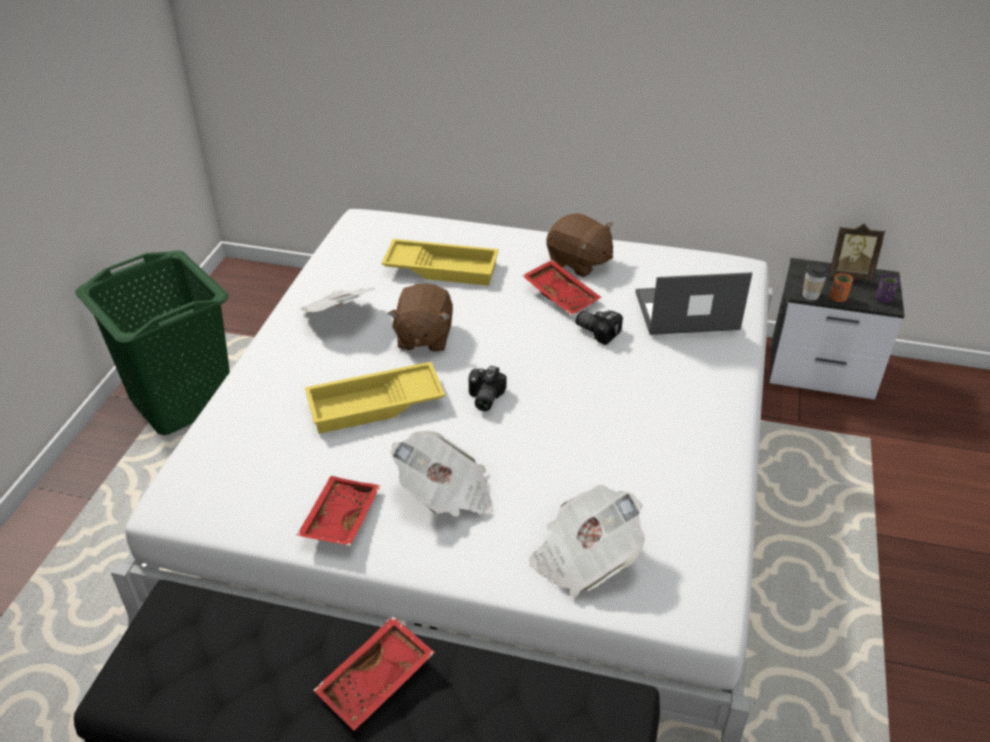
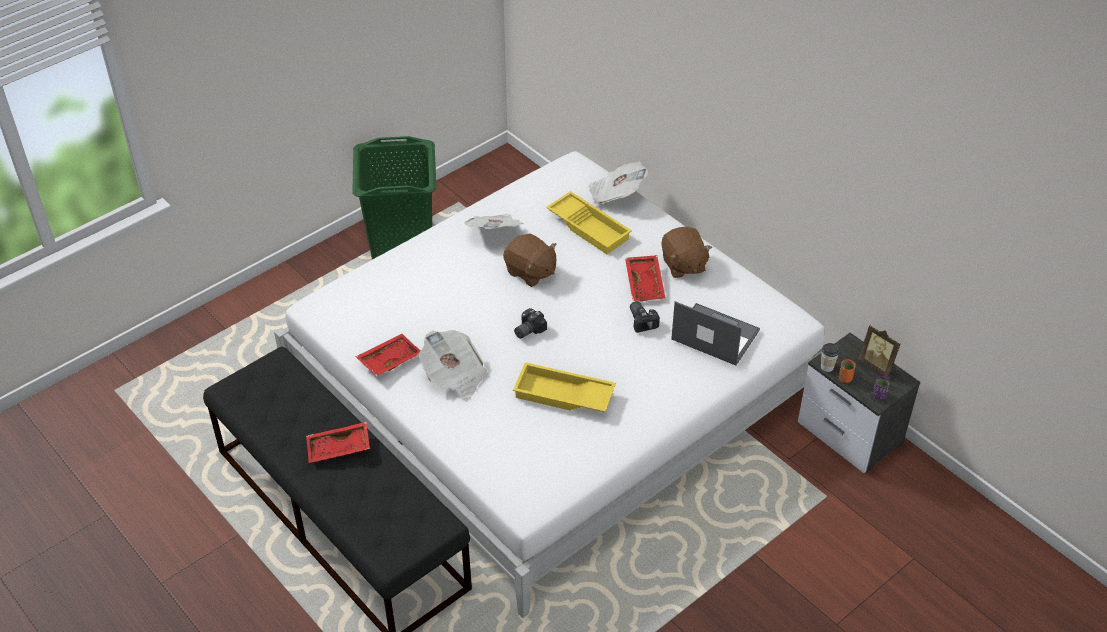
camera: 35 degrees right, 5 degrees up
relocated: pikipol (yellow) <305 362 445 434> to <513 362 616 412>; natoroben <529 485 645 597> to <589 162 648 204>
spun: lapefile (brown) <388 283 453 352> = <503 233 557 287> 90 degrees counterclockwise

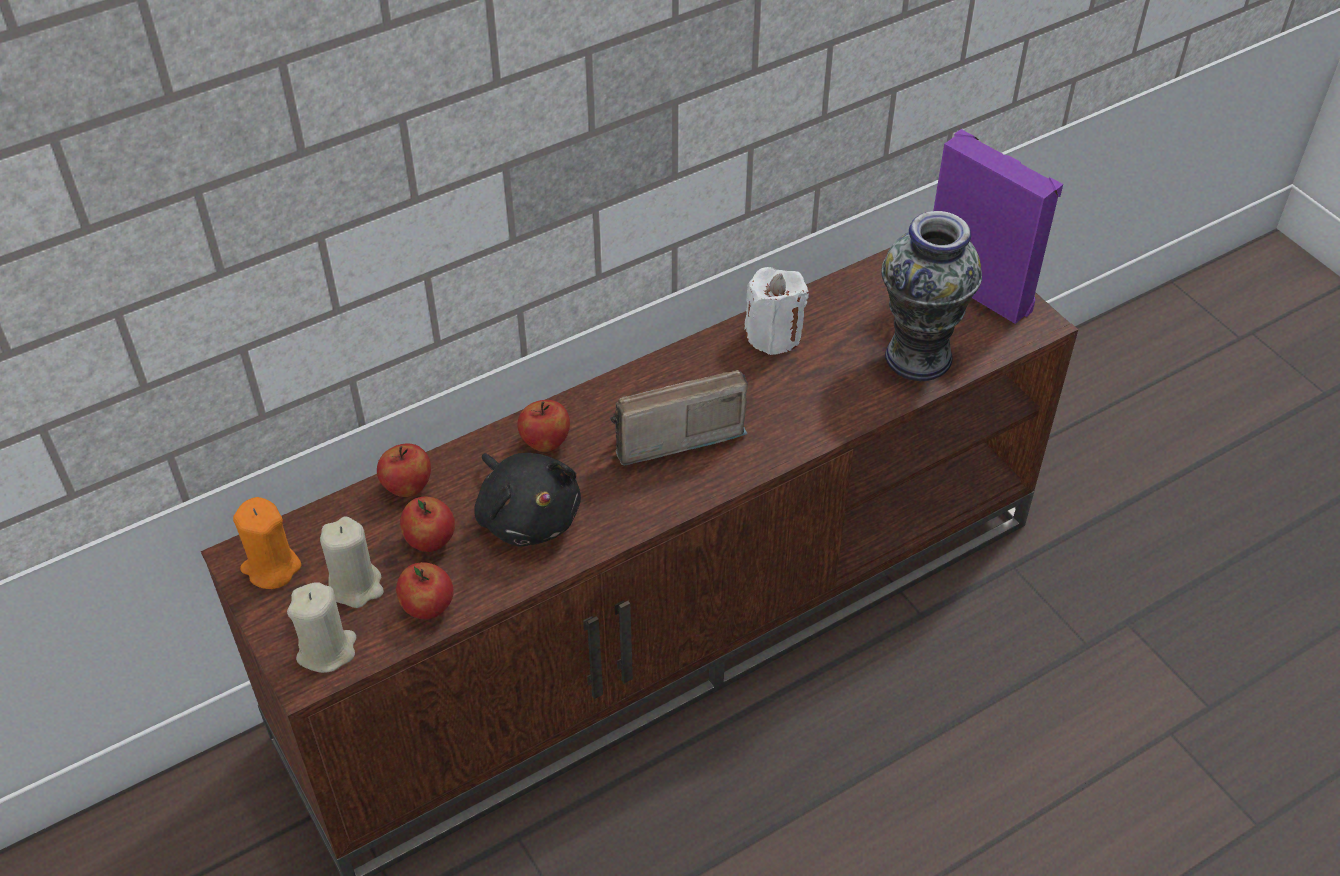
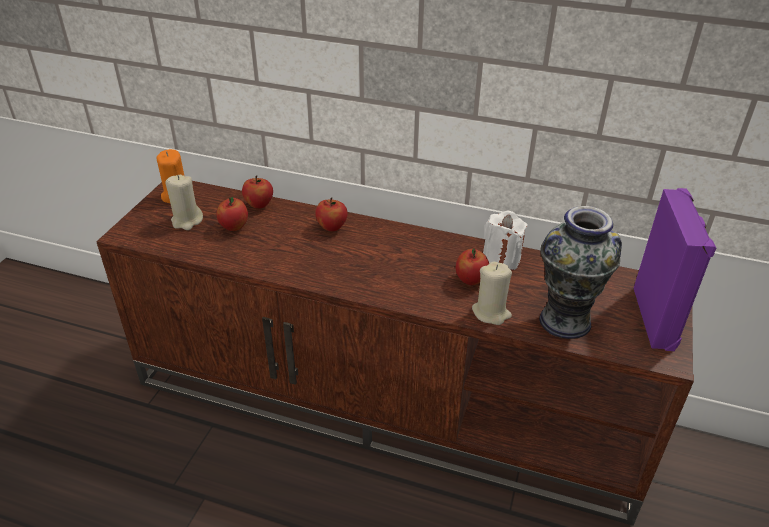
camera: 50 degrees right, 10 degrees down
missing: lapefile (black) <475 453 581 547>; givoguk <610 370 748 465>
relocated: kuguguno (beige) <287 582 356 673> to <472 262 512 325>; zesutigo <396 562 454 620> to <456 249 489 285>

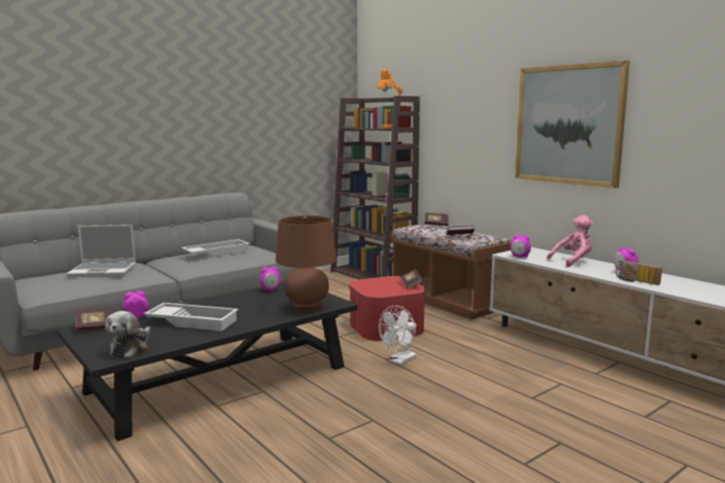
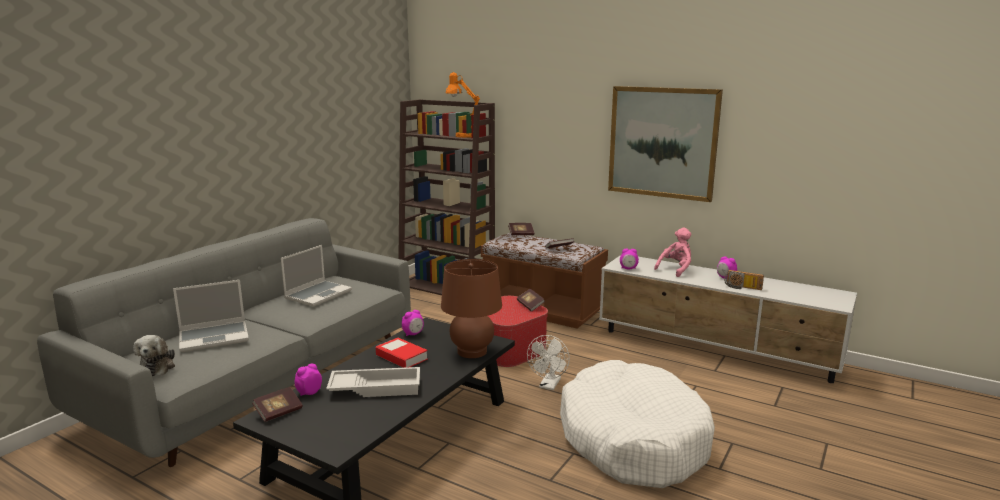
camera: 20 degrees left, 5 degrees up
appeared: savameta <376 338 428 368>; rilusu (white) <560 360 715 488>
relocated: lapefile <105 311 151 358> to <133 335 175 376>
exchanged: pikipol (white) <181 239 250 257> to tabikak <281 245 352 306>

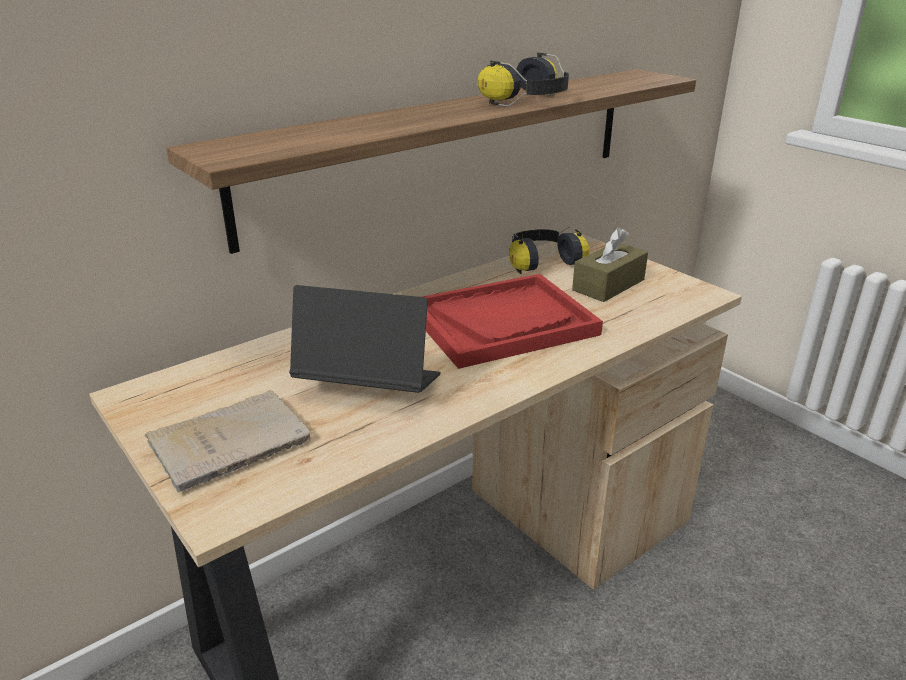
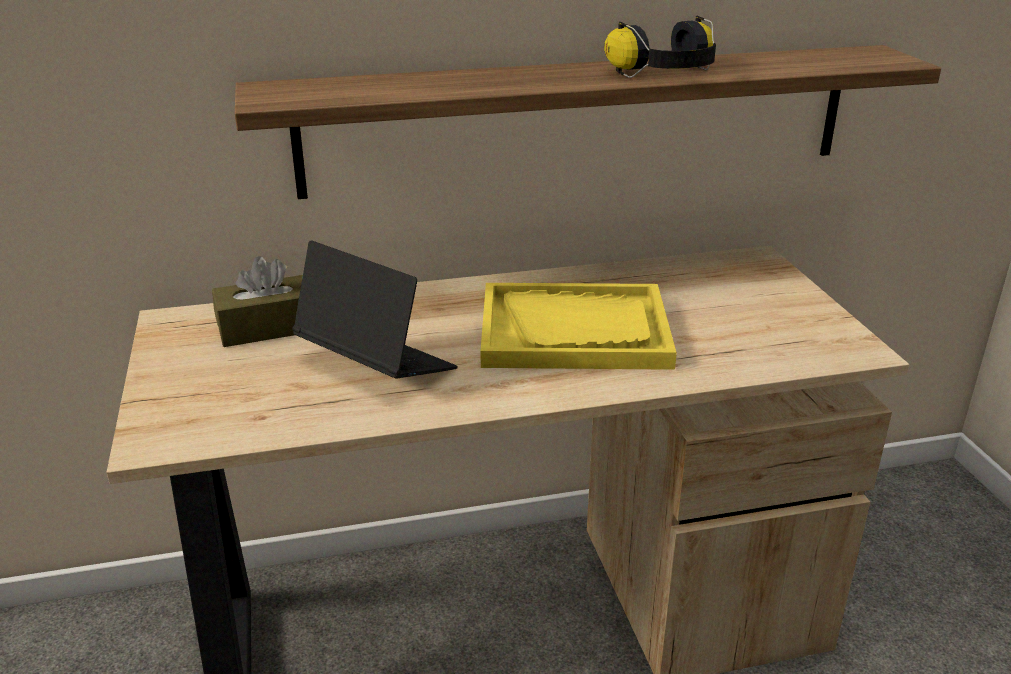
camera: 25 degrees right, 0 degrees up
missing: savameta (beige) <145 390 311 493>; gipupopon <509 226 590 274>
relocated: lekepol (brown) <572 228 648 302> to <212 256 303 347>
colour: pikipol (red) <422 274 603 369> to pikipol (yellow) <480 283 677 370>

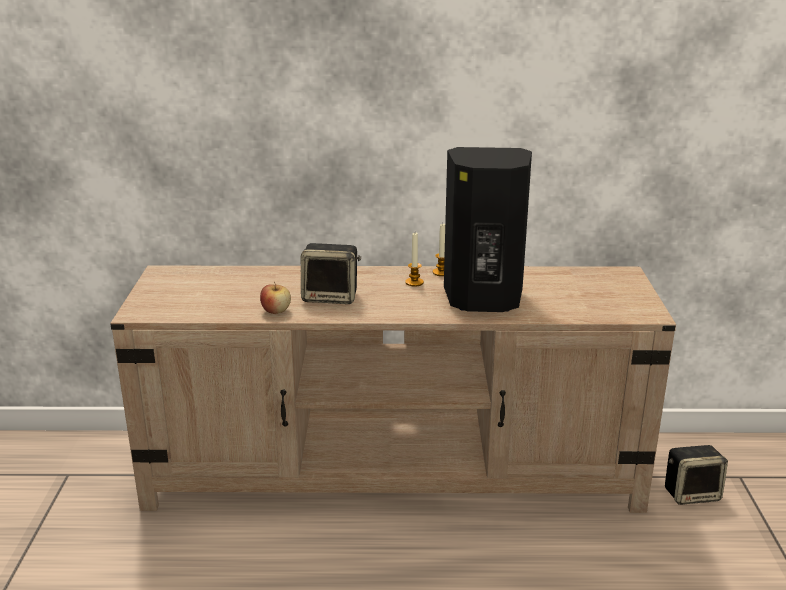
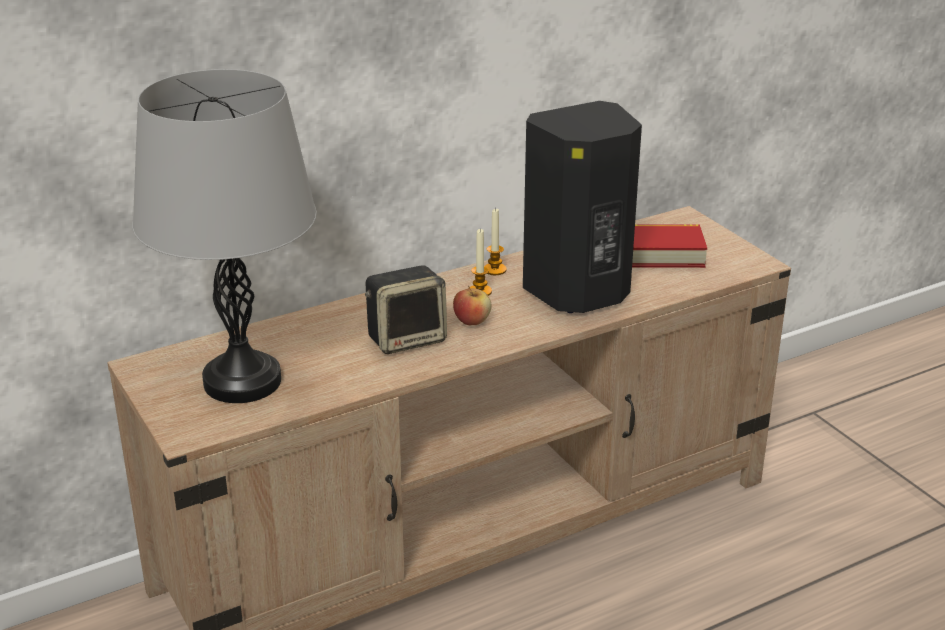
camera: 30 degrees left, 5 degrees up
missing: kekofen <665 445 728 505>
appeared: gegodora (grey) <133 69 317 403>; savameta <632 224 707 268>
relocated: zesutigo <260 282 291 314> to <453 286 492 325>

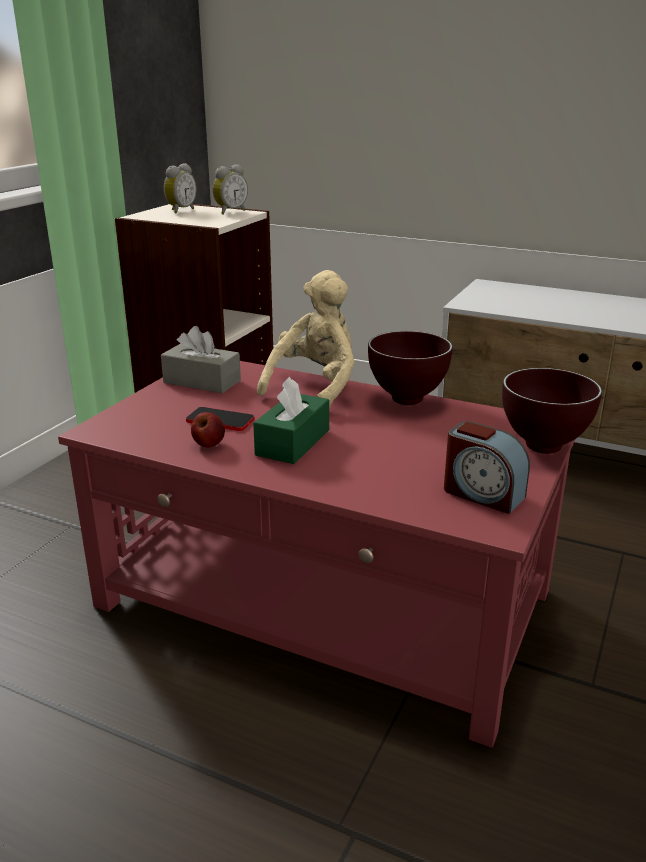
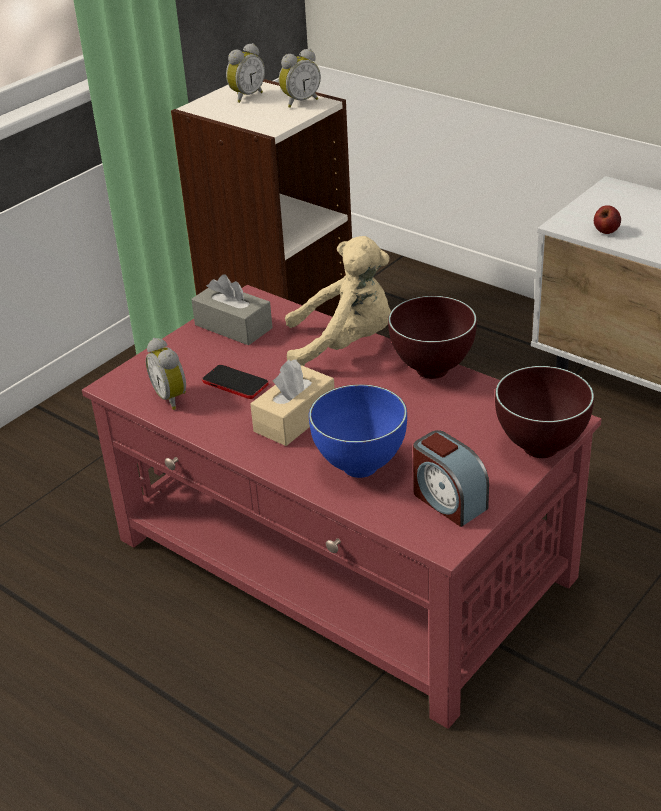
camera: 15 degrees right, 10 degrees up
appeared: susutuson <146 338 186 410>; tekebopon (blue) <309 384 407 478>
relocated: zesutigo <191 412 225 447> to <594 205 621 234>
colour: lekepol (green) <253 376 329 464> to lekepol (beige) <250 360 335 446>
spun: lapefile (beige) <257 270 355 408> = <285 236 391 366> 45 degrees clockwise

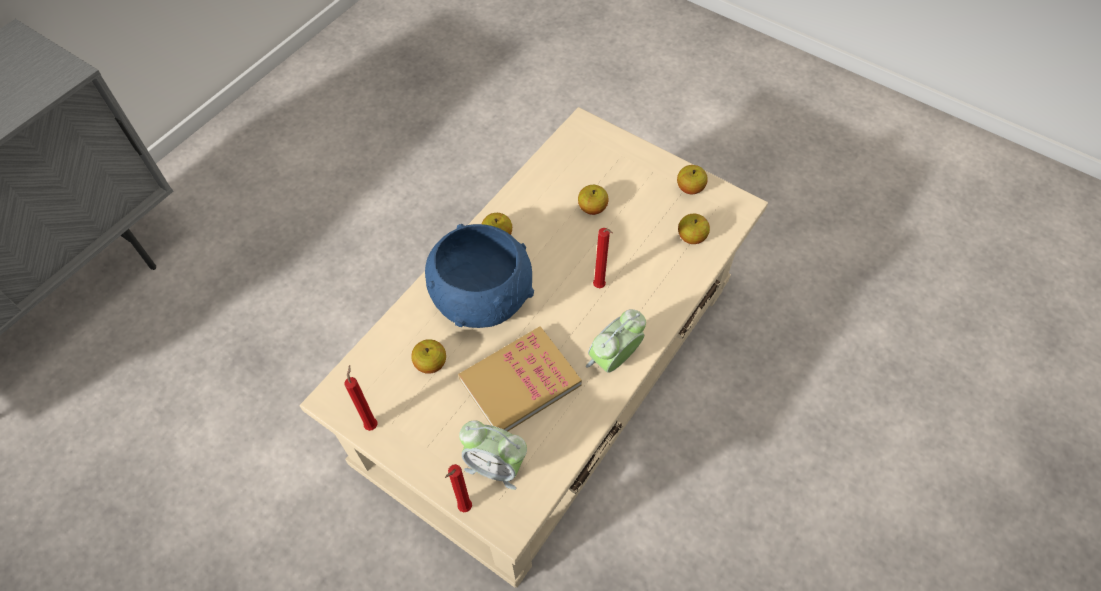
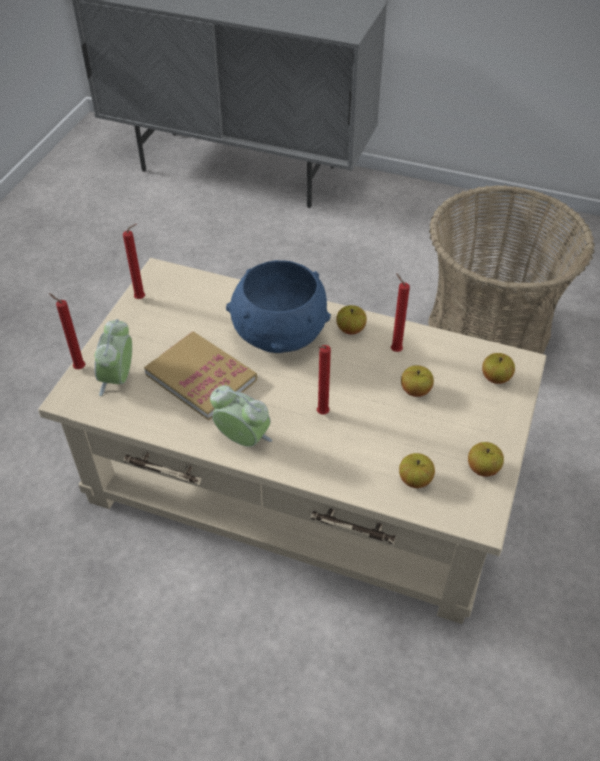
camera: 75 degrees right, 10 degrees down
appeared: kuguguno (red) <391 273 410 352>; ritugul <428 185 595 354>
relocated: zesutigo <411 339 446 374> to <482 353 515 384>

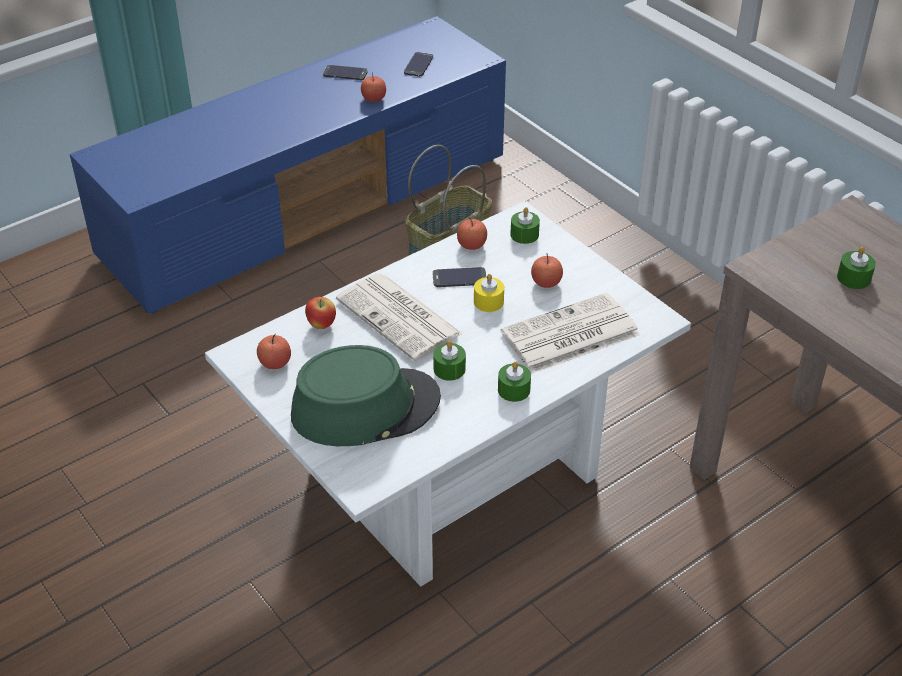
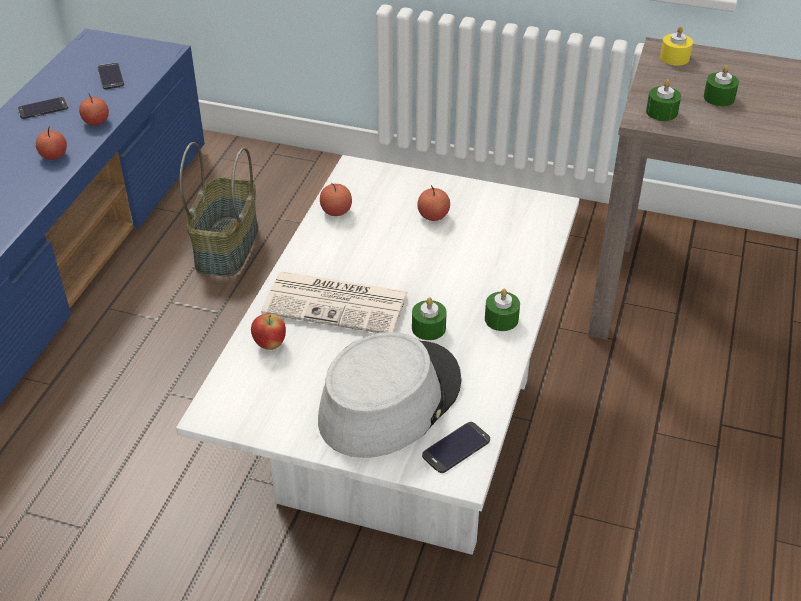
camera: 35 degrees left, 0 degrees up
missing: natoroben <501 293 640 373>
relocated: zesutigo <257 334 291 369> to <36 127 67 160>; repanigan <433 267 487 287> to <422 422 490 473>; kuguguno (yellow) <474 274 504 312> to <660 26 693 66>; kuguguno (green) <511 207 540 244> to <646 79 681 121>
colour: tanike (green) <291 345 441 446> to tanike (grey) <318 332 461 458>

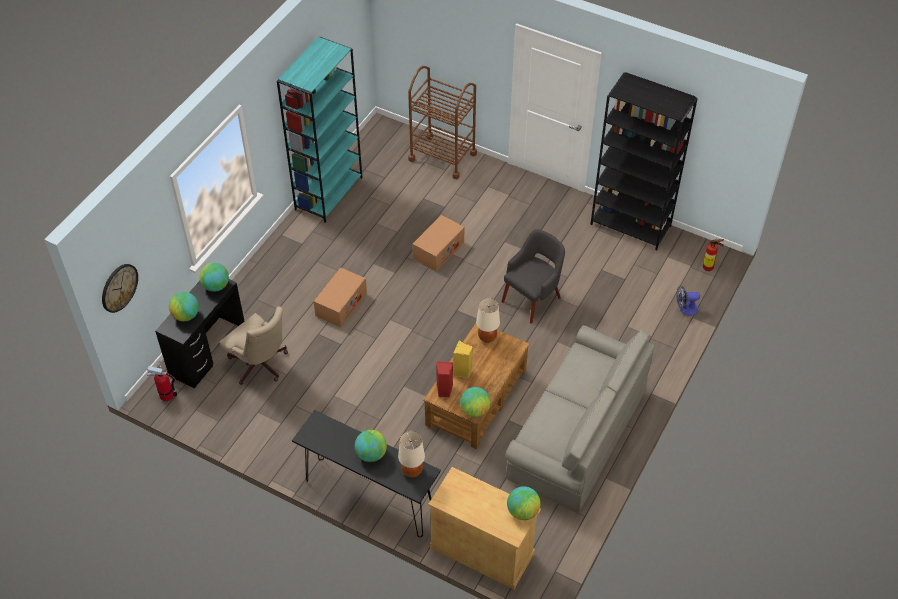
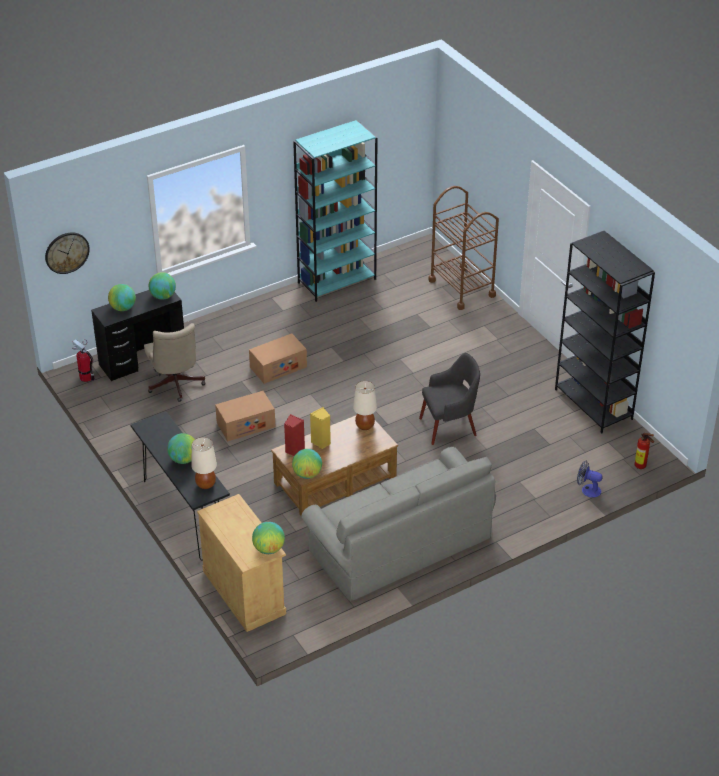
camera: 30 degrees right, 10 degrees down
relocated: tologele <413 215 464 272> to <215 391 276 442>

